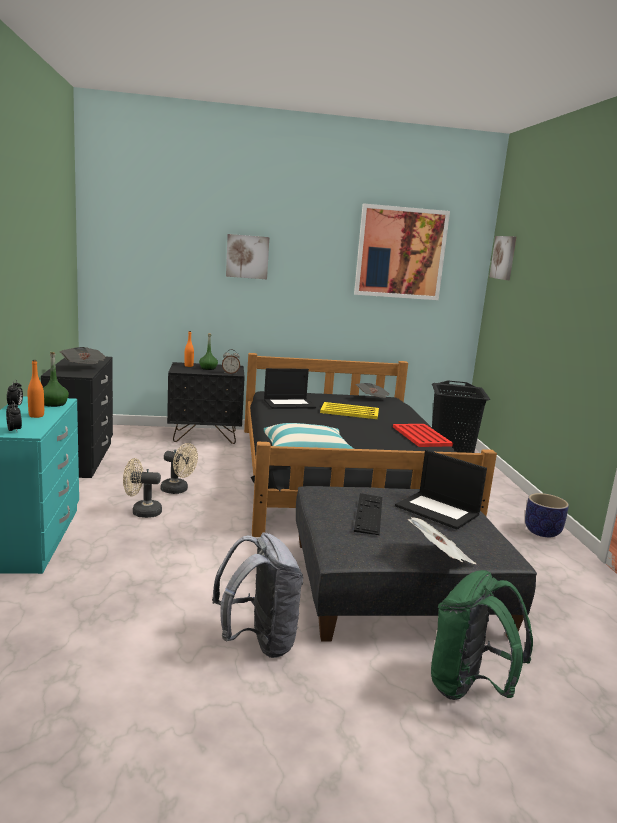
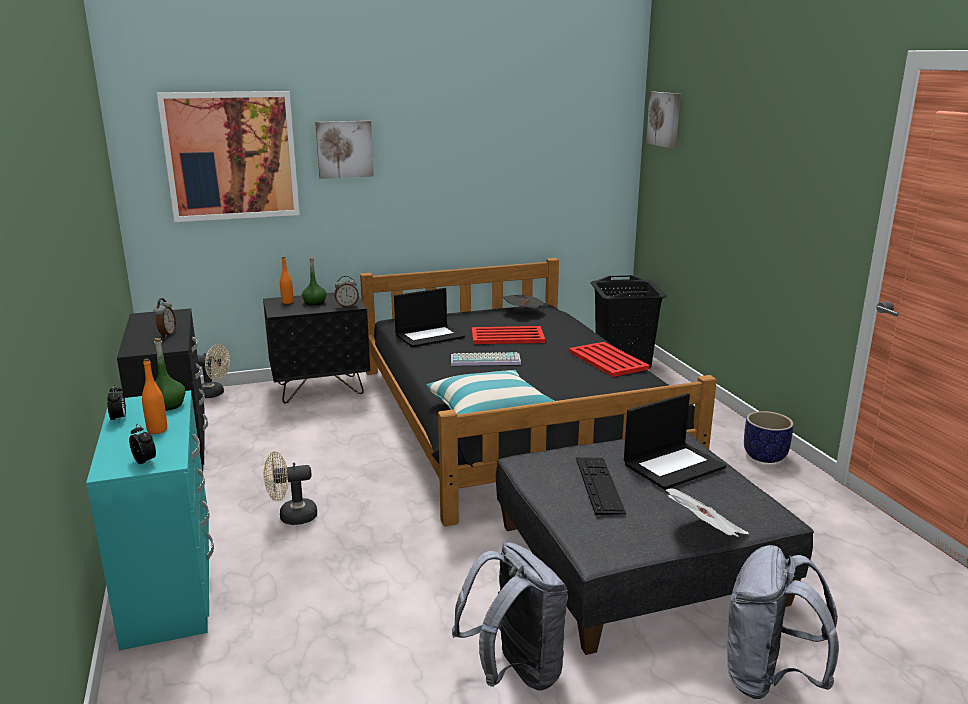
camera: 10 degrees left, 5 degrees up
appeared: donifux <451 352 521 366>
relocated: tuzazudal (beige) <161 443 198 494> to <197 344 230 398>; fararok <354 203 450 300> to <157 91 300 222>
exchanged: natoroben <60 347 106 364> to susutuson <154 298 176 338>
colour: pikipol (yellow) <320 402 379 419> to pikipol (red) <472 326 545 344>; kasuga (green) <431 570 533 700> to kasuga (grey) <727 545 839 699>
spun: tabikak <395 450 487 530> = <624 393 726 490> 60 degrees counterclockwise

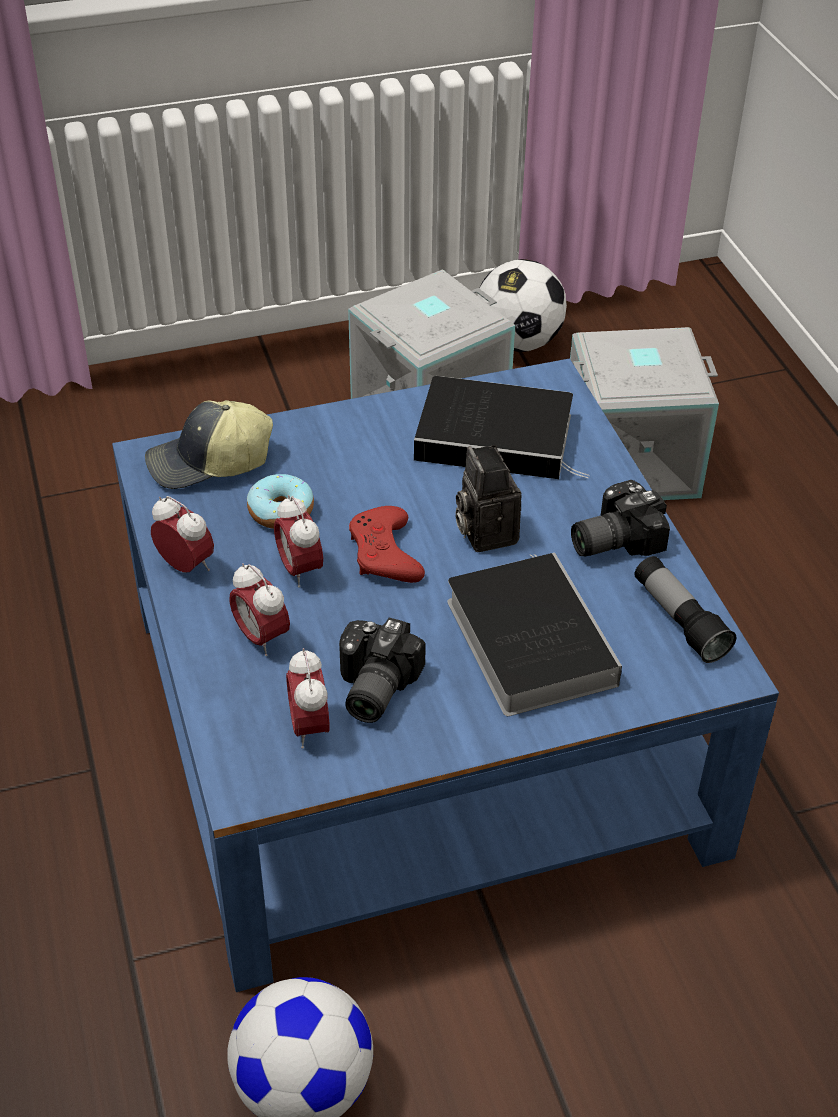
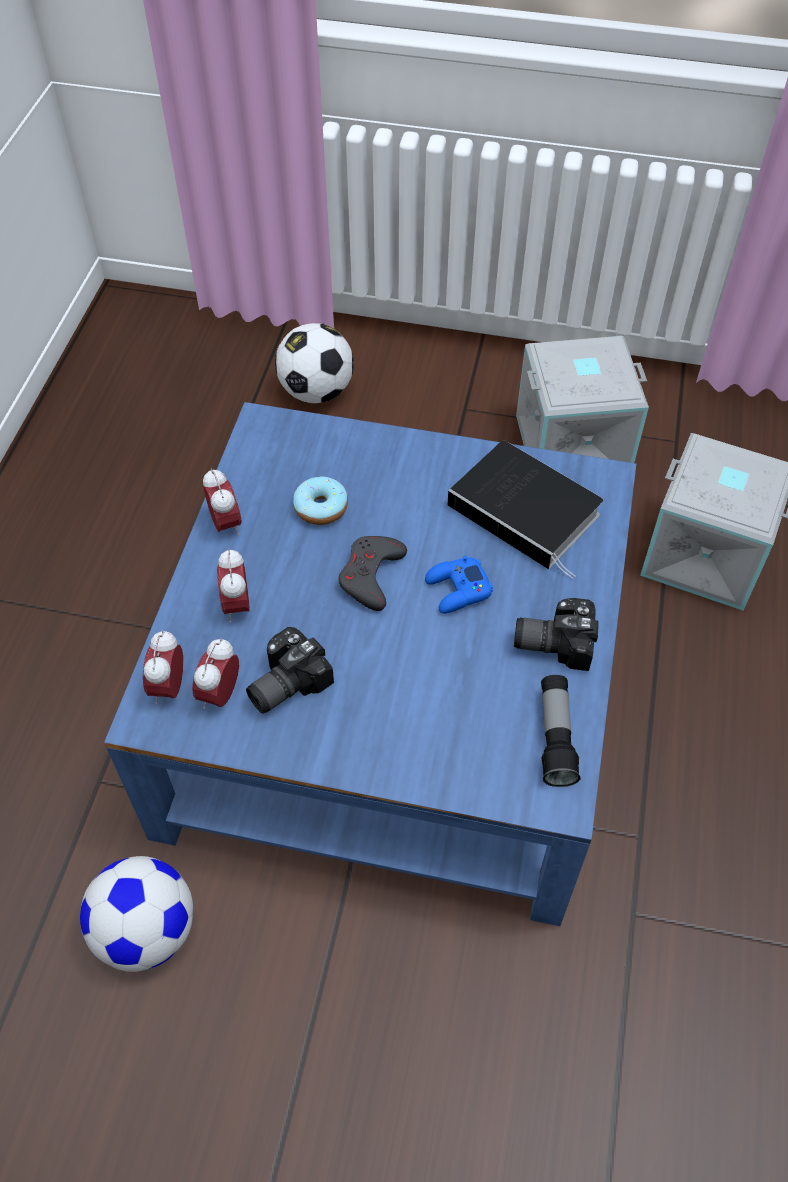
camera: 30 degrees right, 10 degrees up
missing: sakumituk <145 400 273 489>; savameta <448 553 622 716>
relocated: susutuson <274 495 323 587> to <143 630 183 704>; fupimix <477 259 567 352> to <275 323 354 403>
exchanged: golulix <456 445 521 552> to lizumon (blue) <425 556 493 614>
colour: lizumon (red) <349 506 425 583> to lizumon (grey) <338 536 407 611>

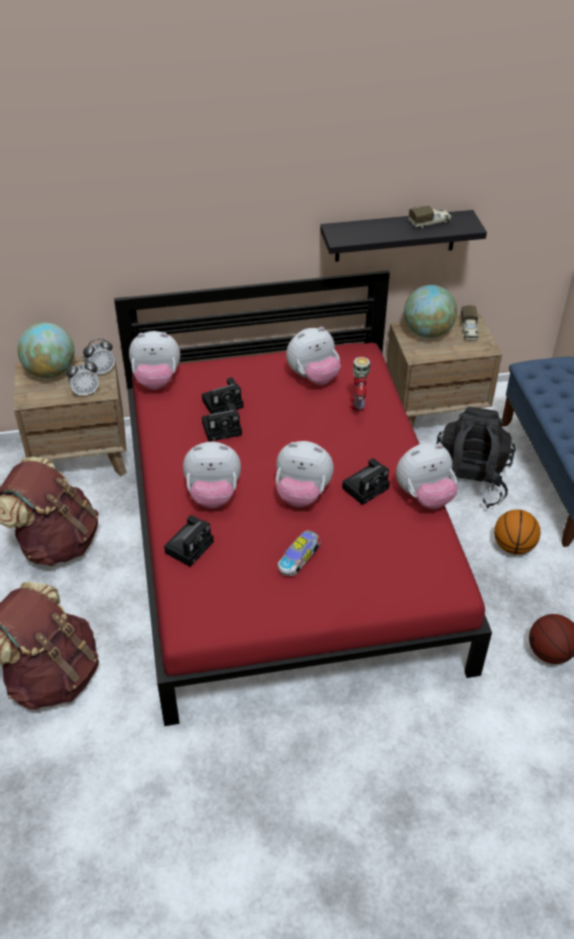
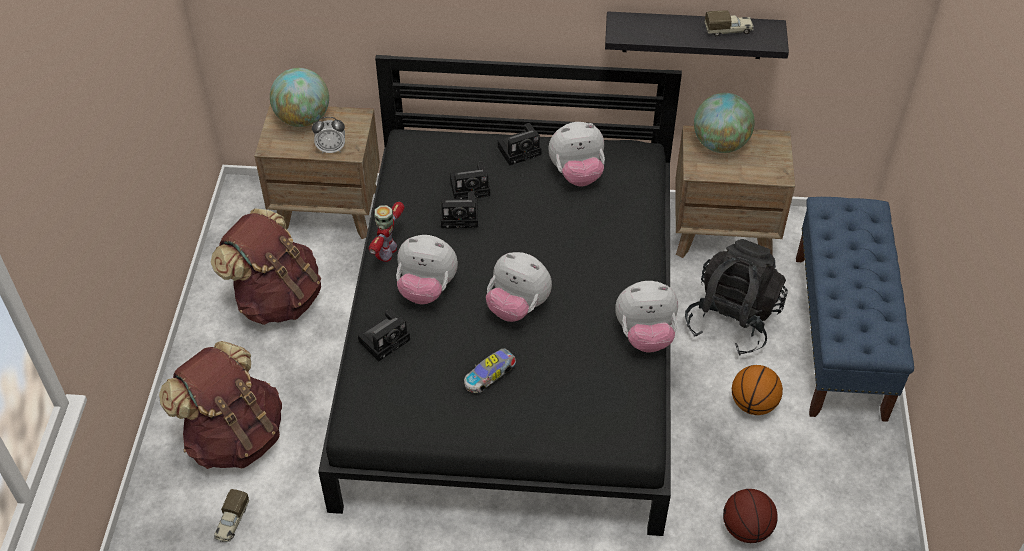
camera: 15 degrees right, 5 degrees up
missing: susutuson <83 339 115 375>; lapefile <129 331 180 390>
relocated: golulix <342 458 390 505> to <497 123 542 166>; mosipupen <349 356 370 411> to <369 202 404 262>; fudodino <460 305 479 340> to <214 489 249 542>
colour: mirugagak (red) <114 270 492 726> to mirugagak (black) <318 55 682 536>

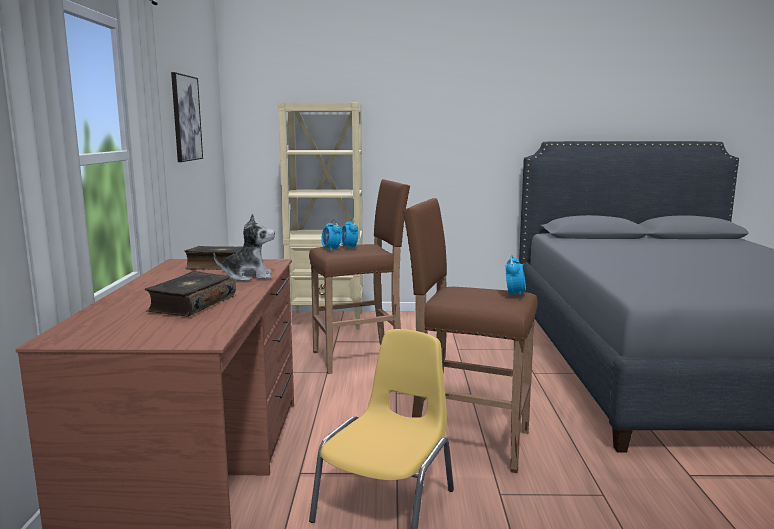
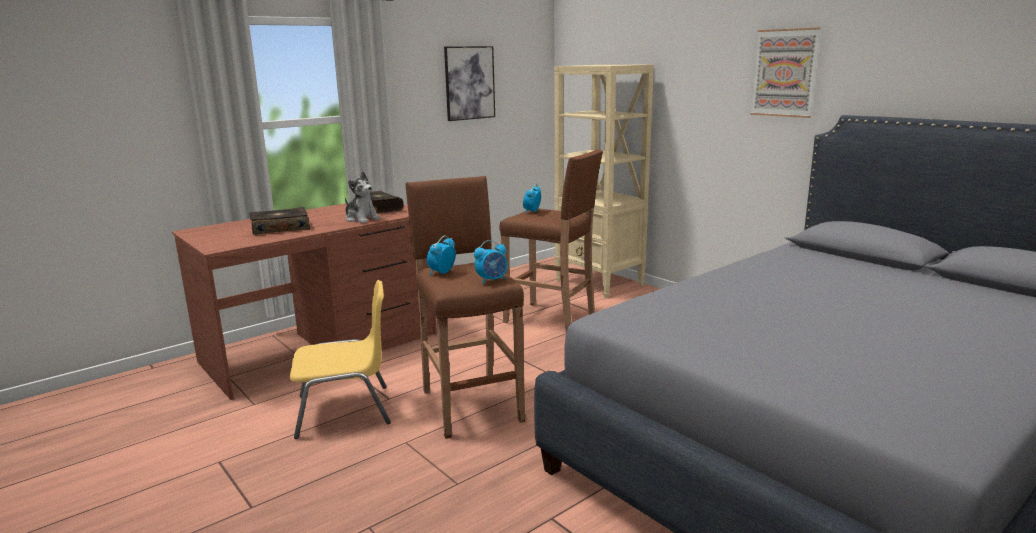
camera: 50 degrees right, 5 degrees up
appeared: fararok <751 27 821 118>
relocated: susutuson <341 218 358 250> to <427 236 456 276>

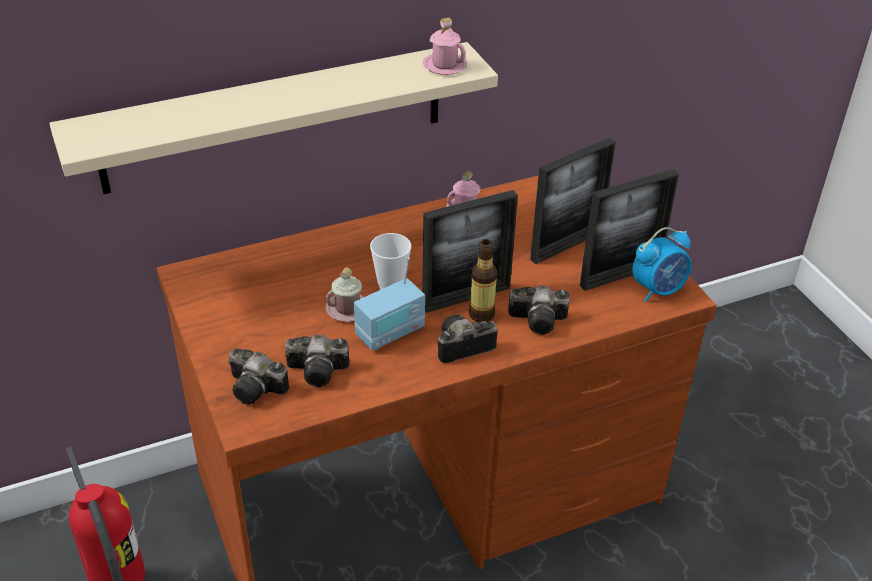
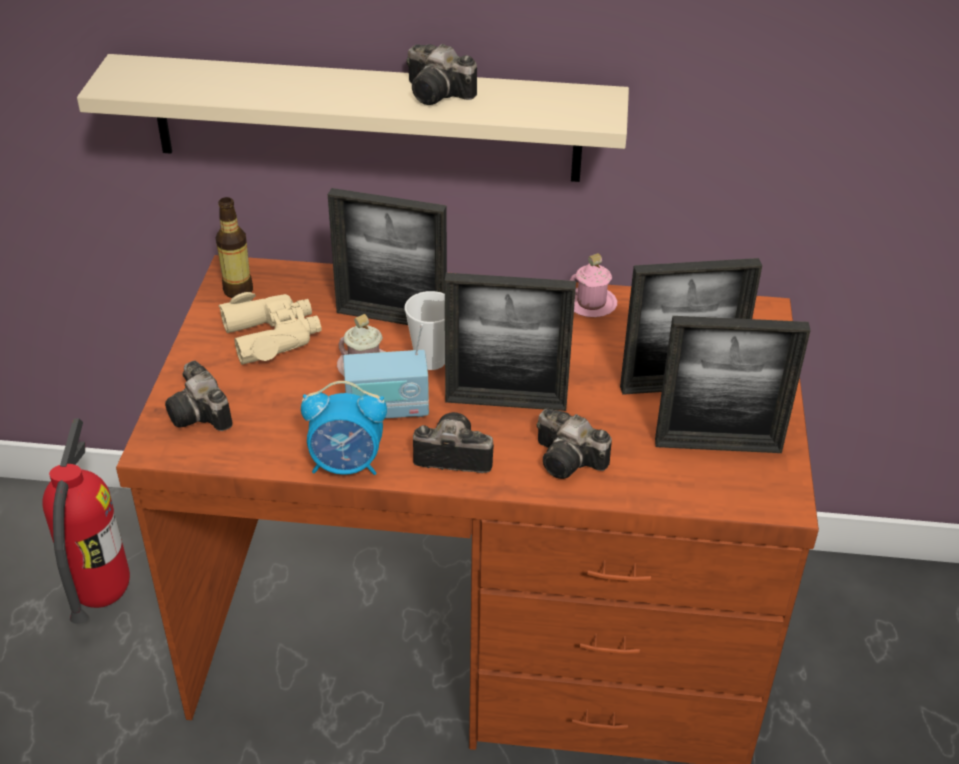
camera: 30 degrees right, 0 degrees up
missing: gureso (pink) <423 18 467 75>
appeared: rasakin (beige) <219 292 322 365>; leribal <328 188 447 325>
relocated: golulix <285 334 349 387> to <406 44 477 105>; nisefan <469 239 497 322> to <216 197 253 298>; susutuson <632 227 691 302> to <301 381 387 475>

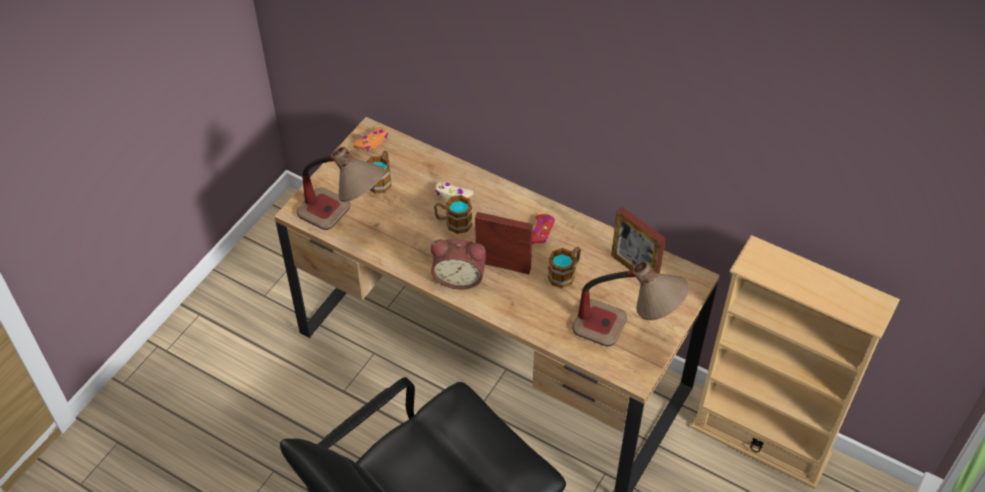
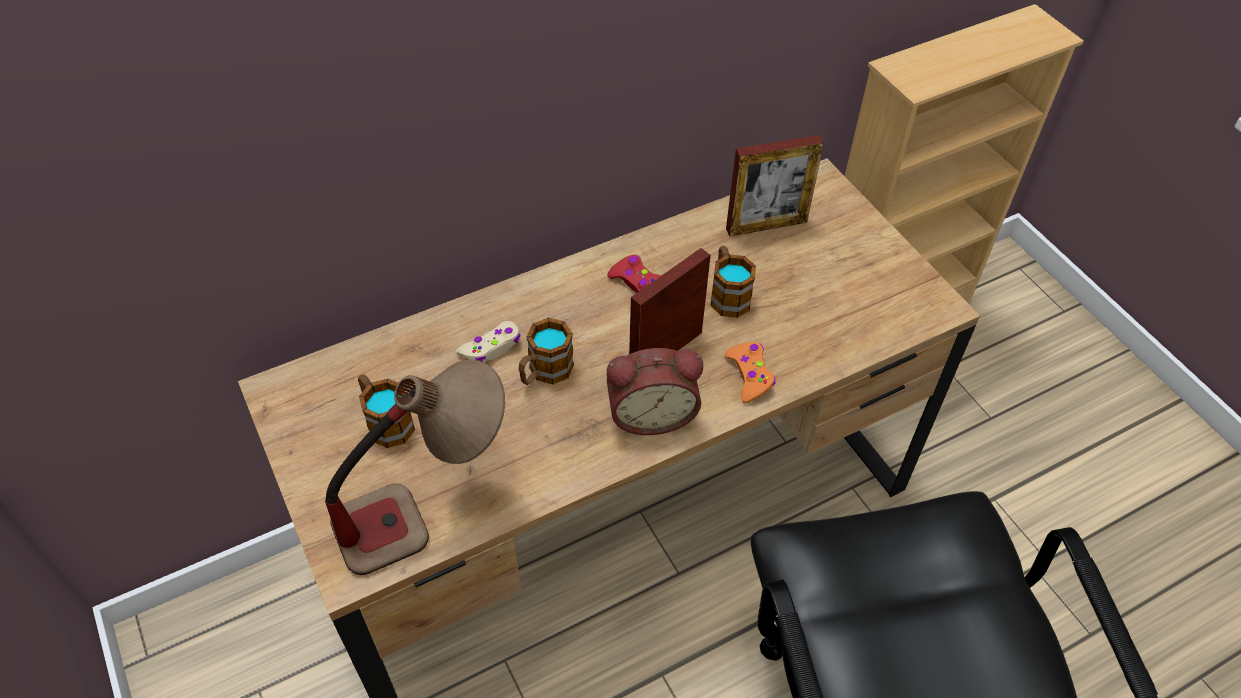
camera: 60 degrees left, 0 degrees up
missing: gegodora <572 262 689 347>
relocated: lizumon (orange) <353 127 388 151> to <725 342 775 403>
spun: susutuson <431 239 486 290> = <607 348 703 435> 45 degrees clockwise

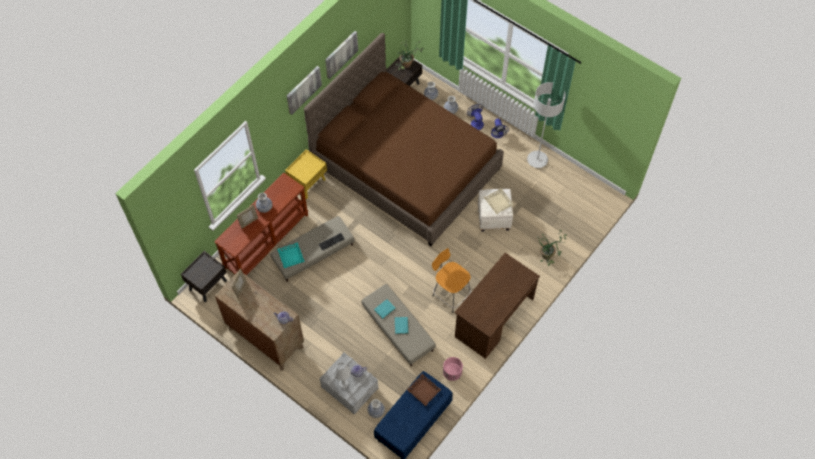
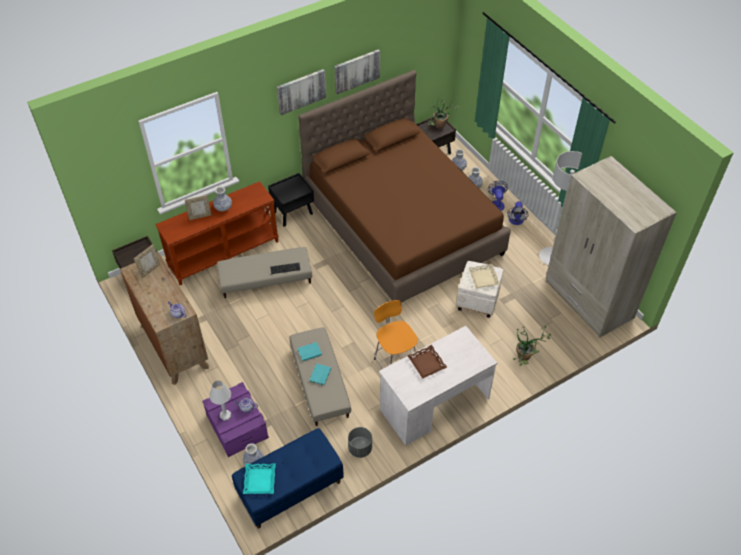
camera: 20 degrees right, 10 degrees down
appeared: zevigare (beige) <545 156 677 338>
relocated: pikipol (turquoise) <277 242 305 268> to <243 463 276 494>; pikipol (brown) <407 374 441 406> to <407 345 447 379>
colour: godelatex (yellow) <285 149 327 199> to godelatex (black) <268 173 314 227>; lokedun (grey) <319 353 379 415> to lokedun (purple) <202 382 269 457>; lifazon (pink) <443 357 463 381> to lifazon (grey) <348 427 372 458>; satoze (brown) <455 253 540 359> to satoze (white) <379 326 497 446>

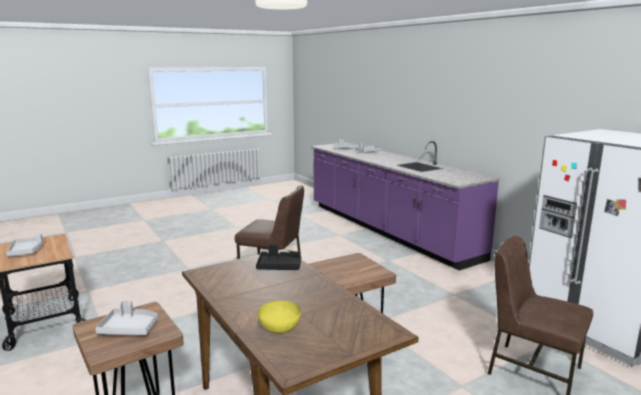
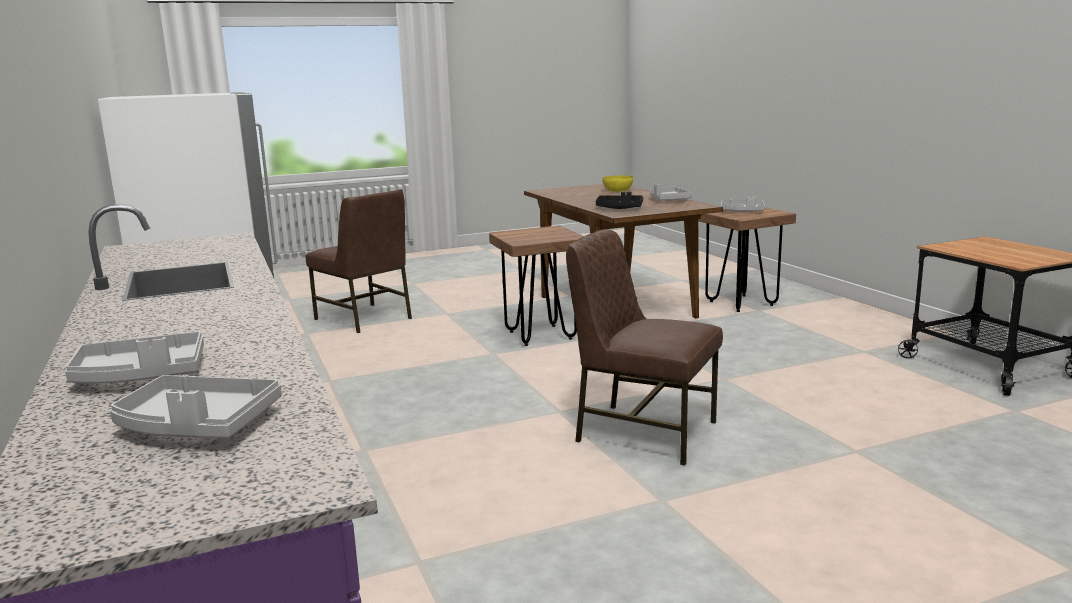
camera: 170 degrees left, 0 degrees up
relocated: pikipol (grey) <6 233 44 256> to <651 184 692 201>

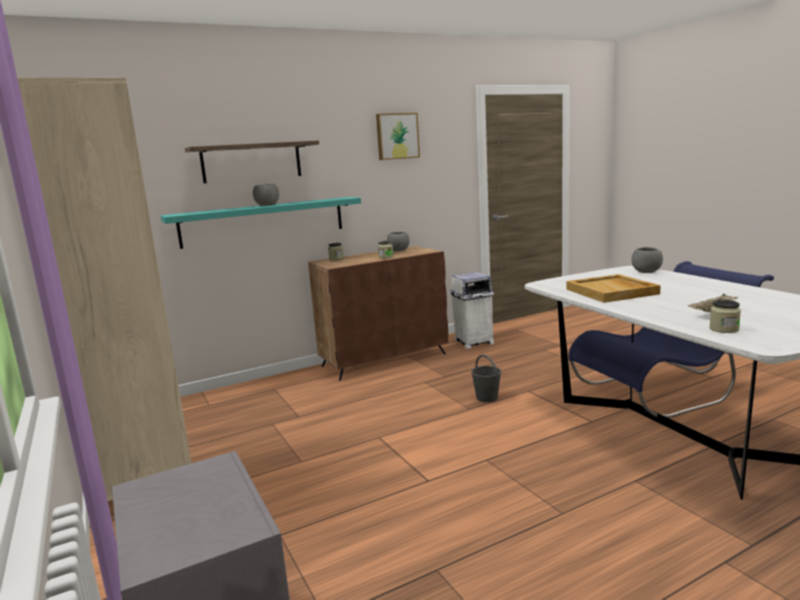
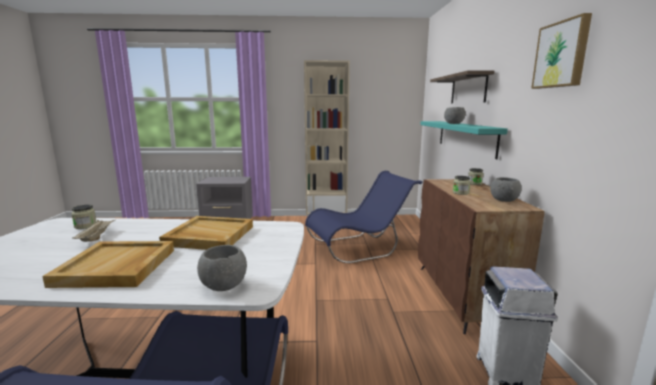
camera: 115 degrees right, 0 degrees up
missing: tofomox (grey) <471 354 501 402>
appeared: pikipol (beige) <42 241 174 288>; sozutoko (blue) <305 171 422 263>

